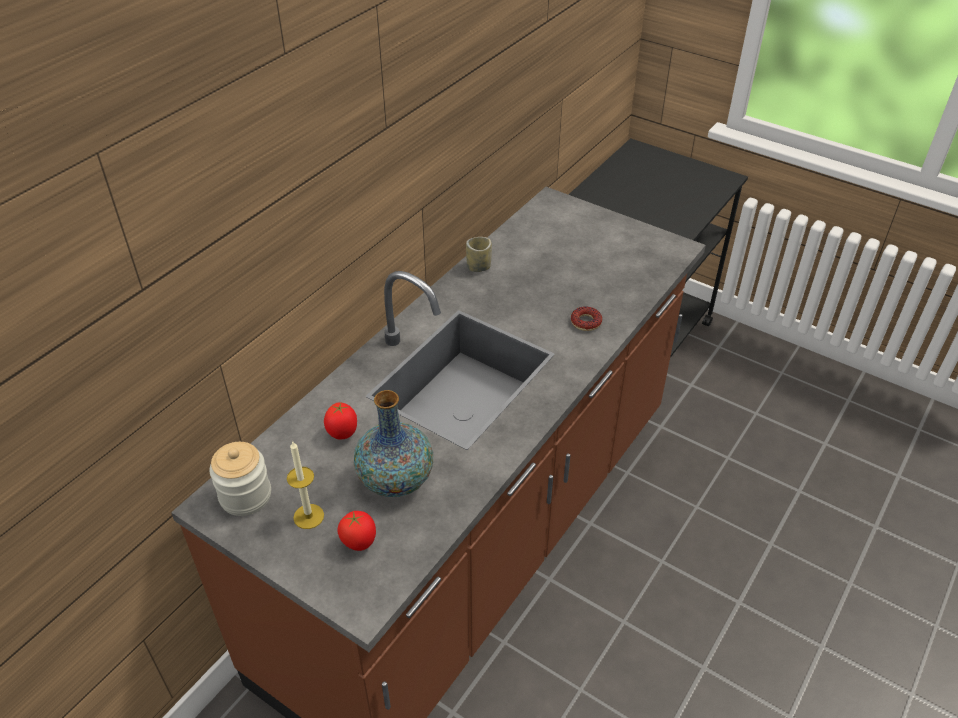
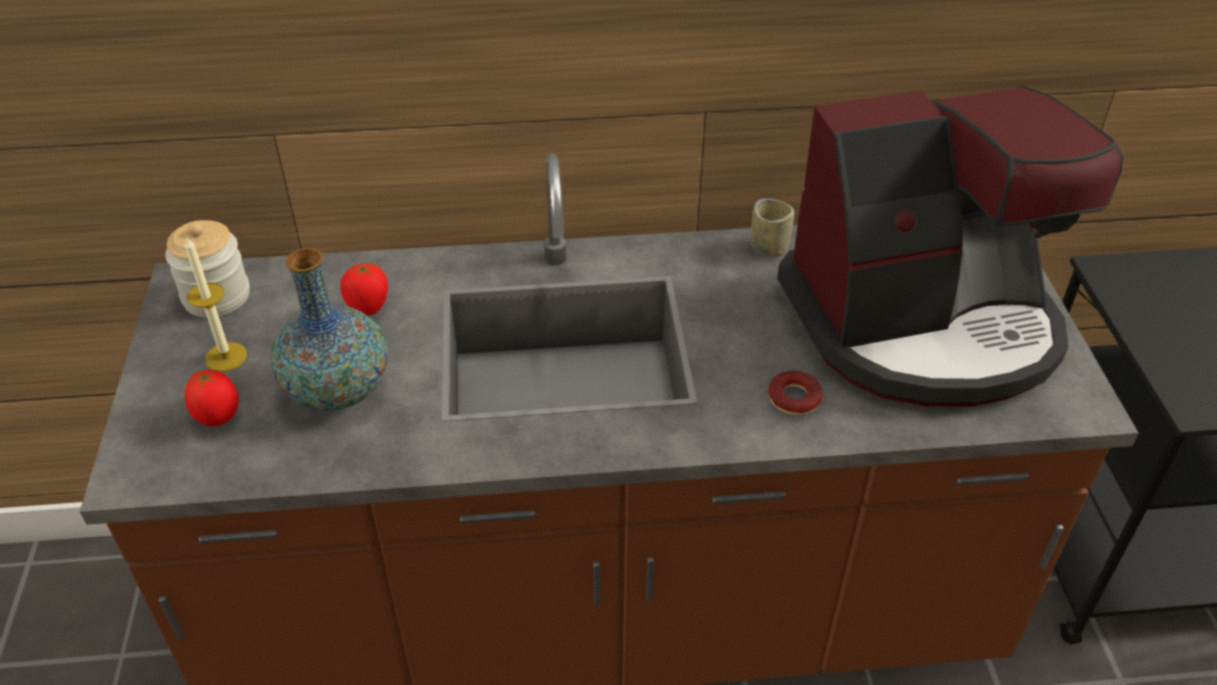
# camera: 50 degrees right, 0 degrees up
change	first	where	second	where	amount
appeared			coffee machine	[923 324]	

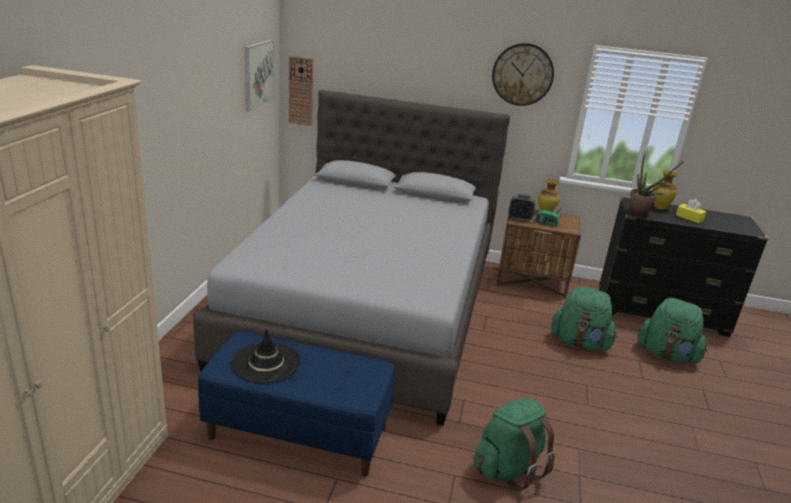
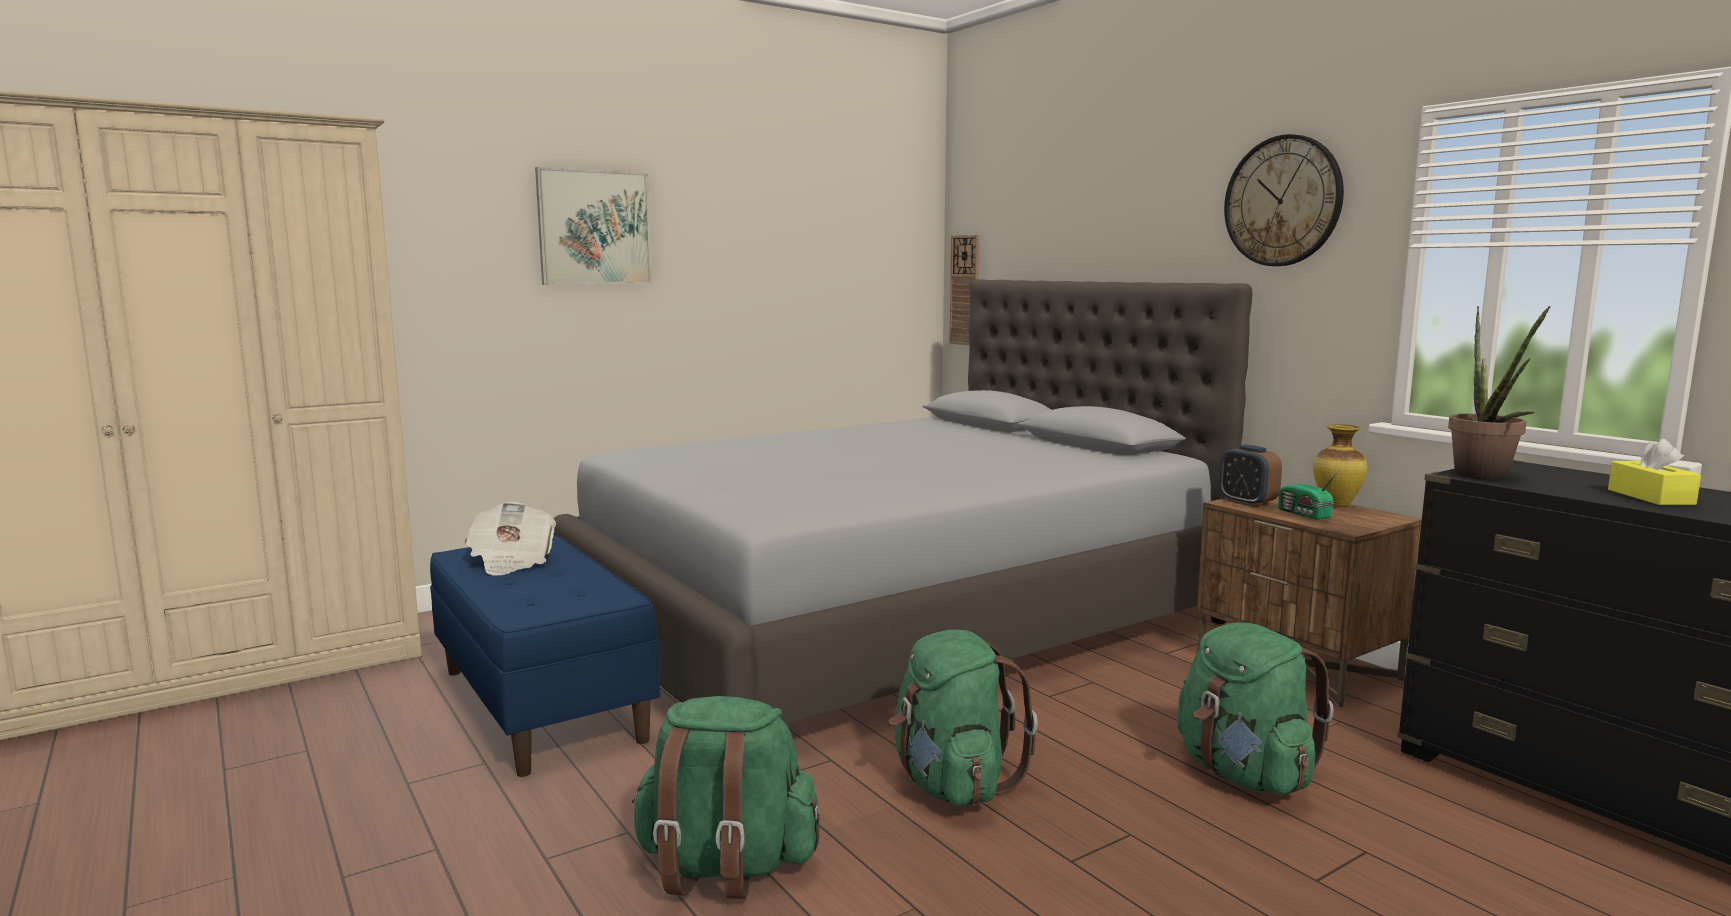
# camera: 45 degrees right, 15 degrees down
change	first	where	second	where	amount
relocated	picture	[258 74]		[594 228]	
missing	vase	[659 208]			
relocated	backpack (green)	[667 355]		[952 785]	
exchanged	hat (black)	[266 363]	newspaper	[511 562]	

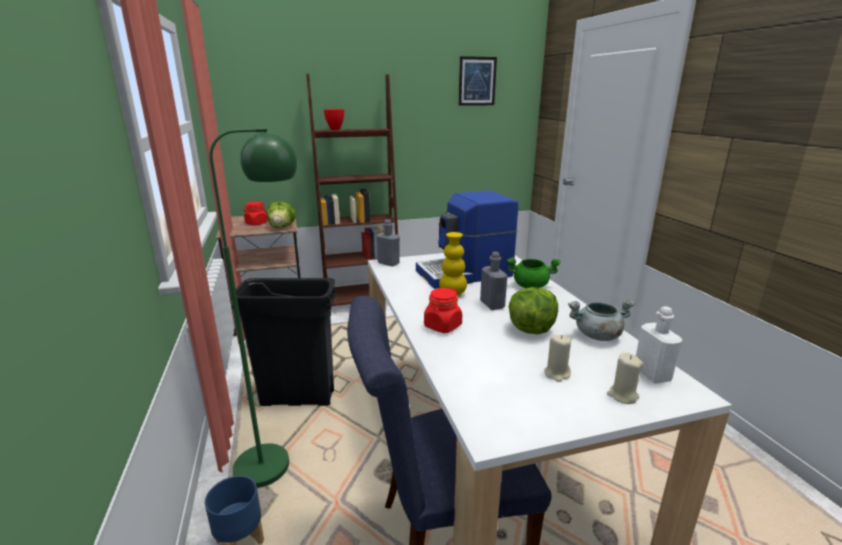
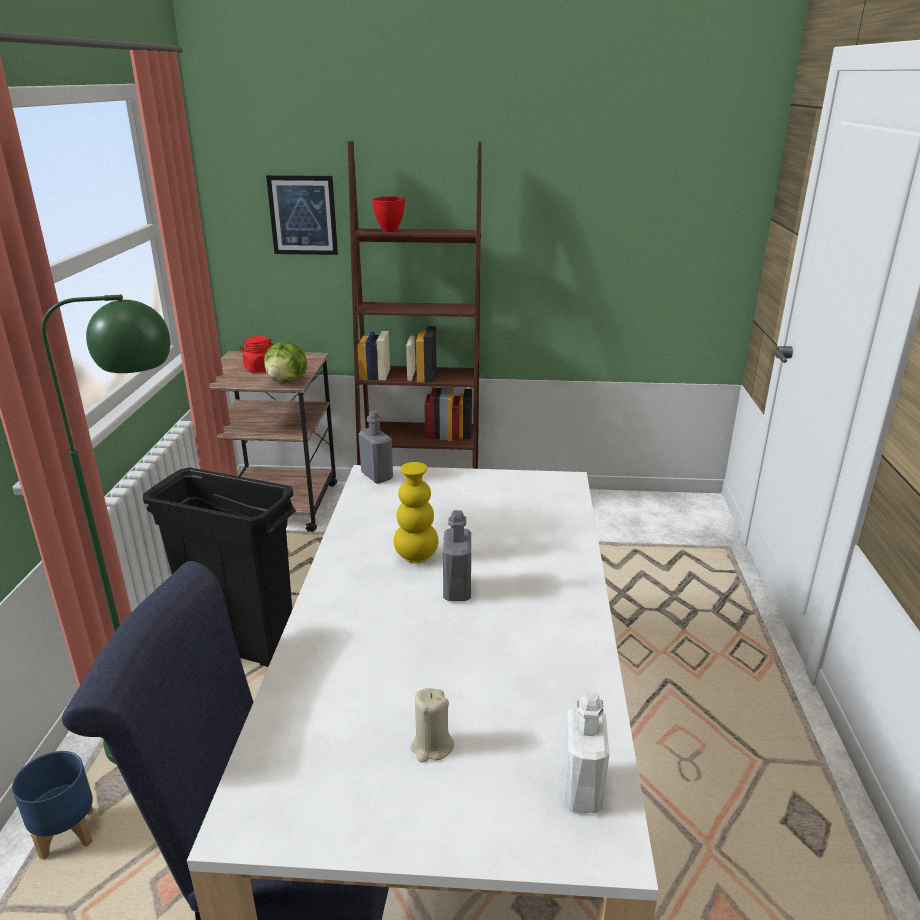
# camera: 20 degrees right, 5 degrees up
change	first	where	second	where	amount
relocated	picture	[477 81]		[303 215]	
missing	coffee machine	[465 274]			
missing	cooking pot (green)	[530 286]			
missing	lettuce	[531 329]			
missing	jar (red)	[442 326]			
missing	cooking pot (grey)	[597 336]			
missing	candle (beige)	[622 395]			

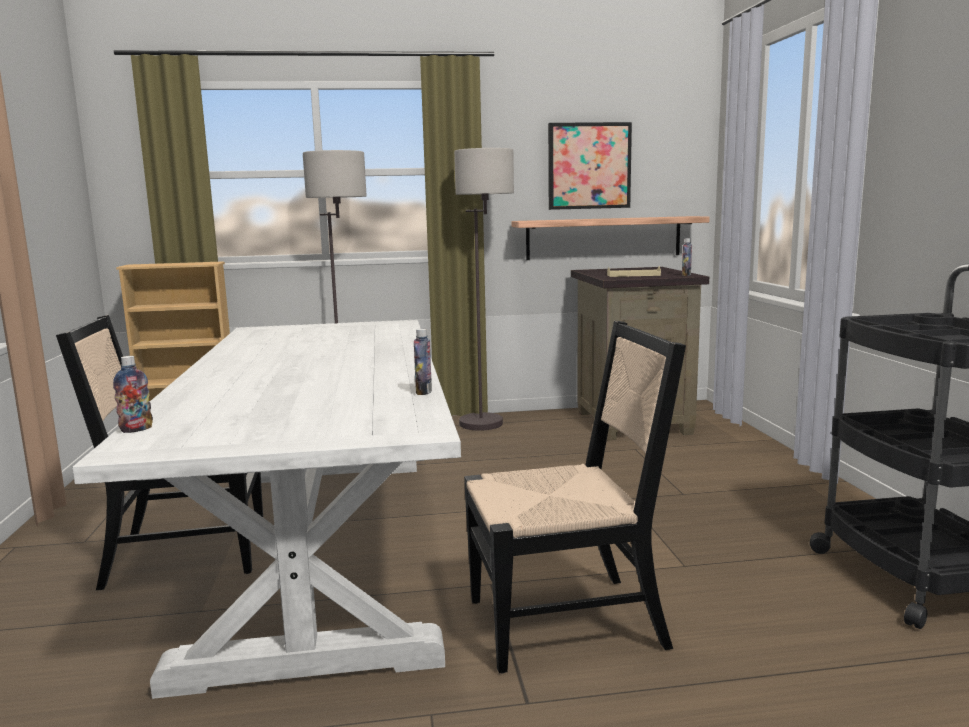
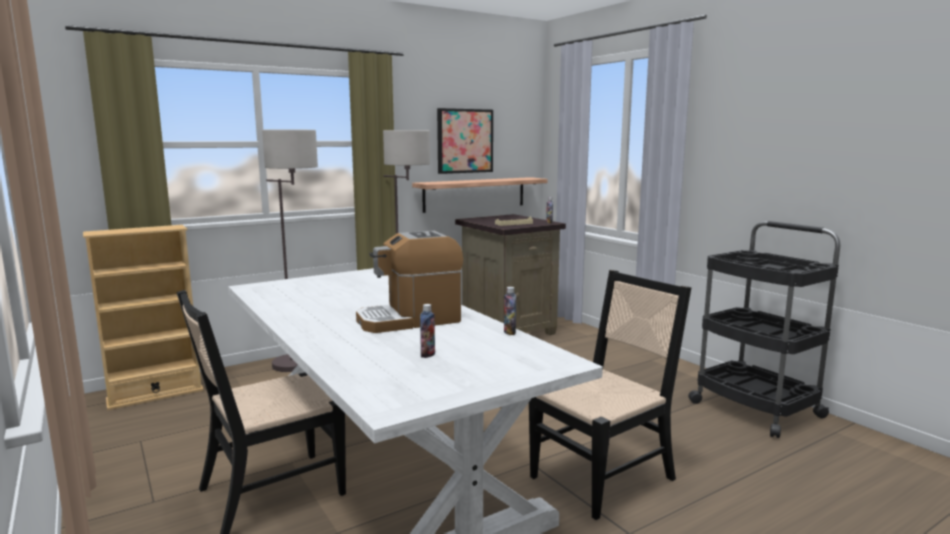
# camera: 25 degrees left, 0 degrees up
change	first	where	second	where	amount
relocated	bottle	[136 429]		[428 354]	
appeared			coffee machine	[410 320]	

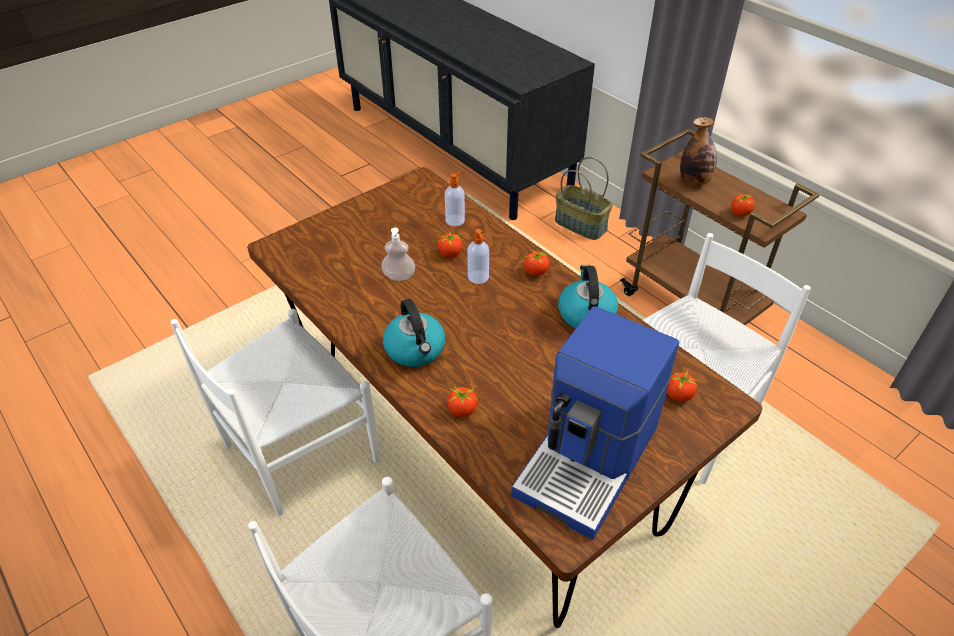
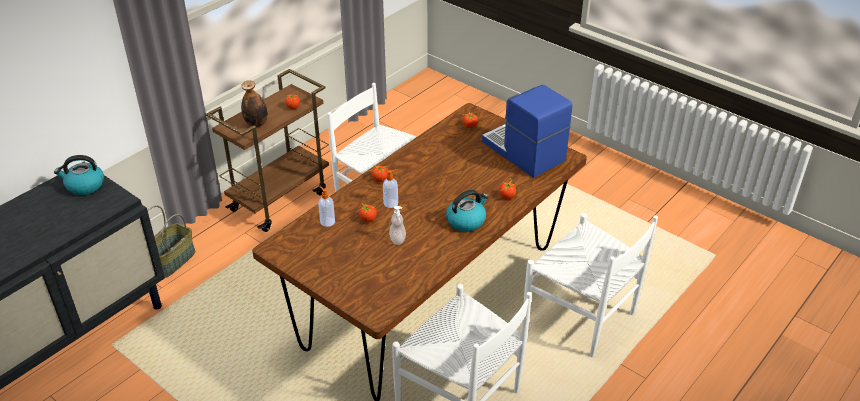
# camera: 100 degrees left, 5 degrees down
change	first	where	second	where	amount
relocated	kettle	[586 314]		[84 186]	
spun	coffee machine	[589 460]		[523 152]	150 degrees counterclockwise

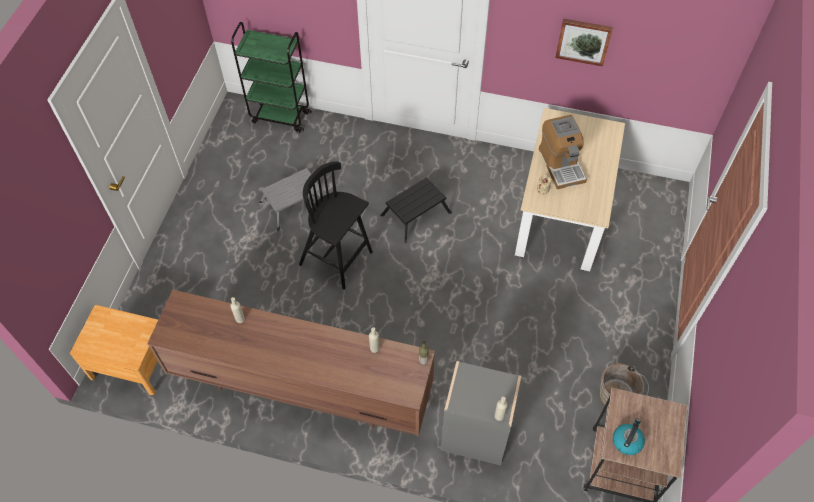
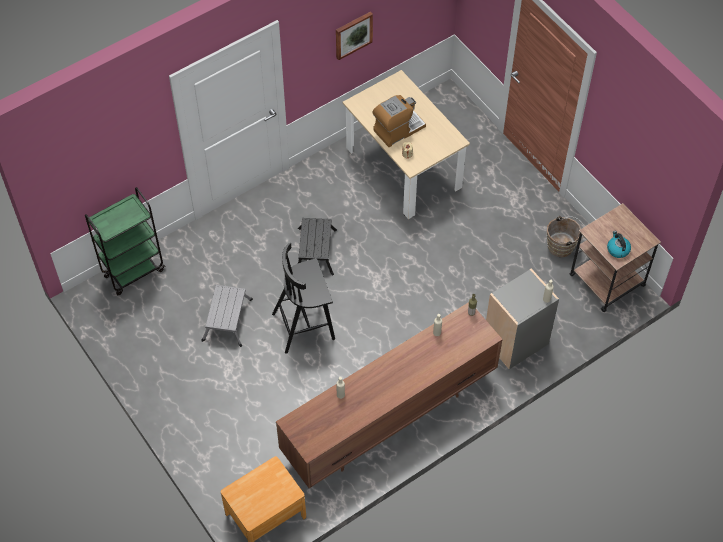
# camera: 50 degrees left, 0 degrees up
change	first	where	second	where	amount
spun	coffee machine	[561 164]		[398 129]	60 degrees counterclockwise

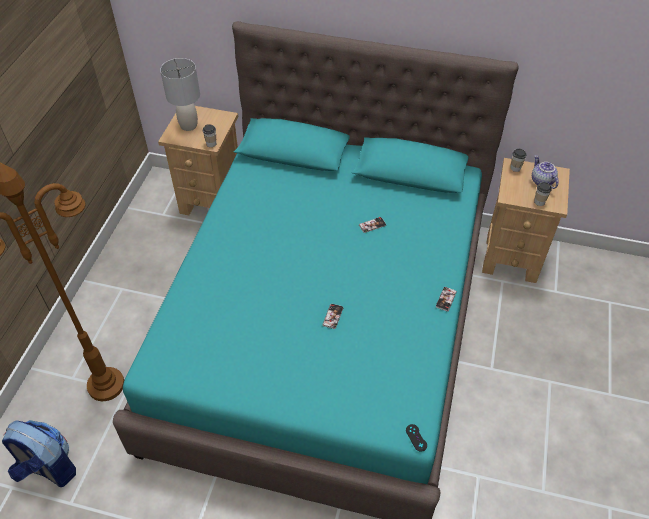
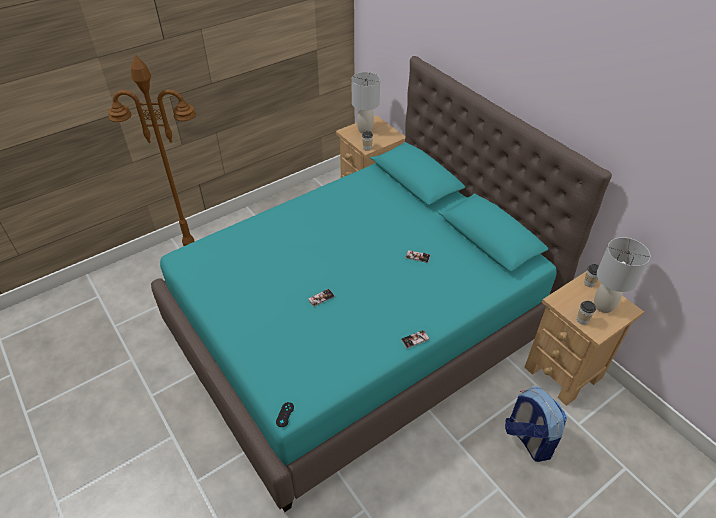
# camera: 40 degrees right, 5 degrees down
change	first	where	second	where	amount
exchanged	teapot	[541 181]	table lamp (grey)	[603 306]	
relocated	backpack	[48 469]		[528 439]	

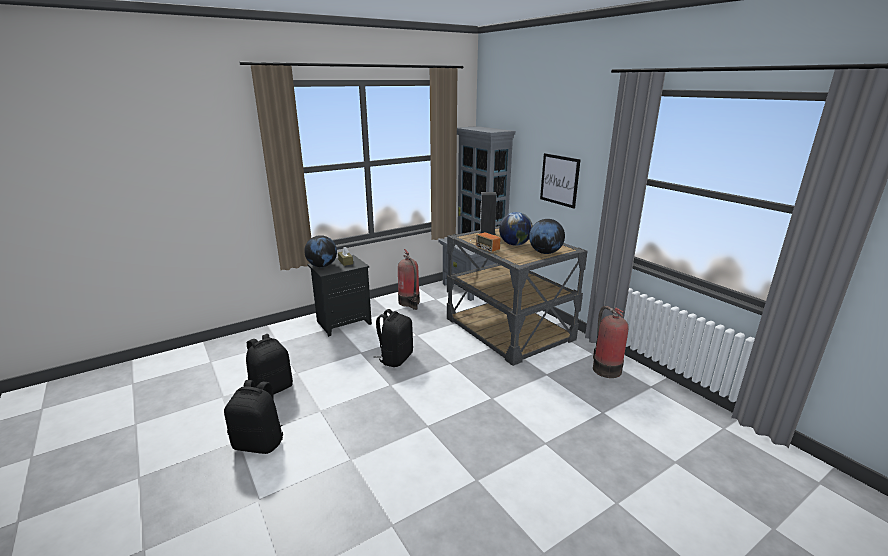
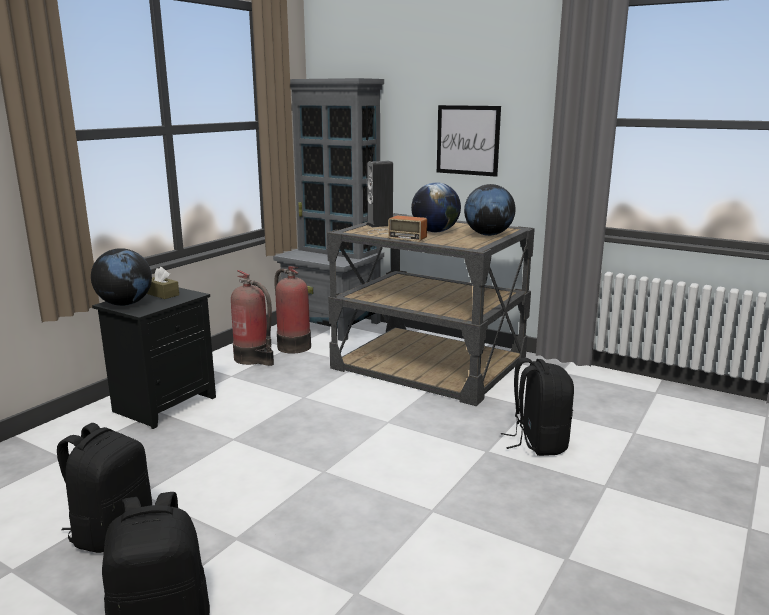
# camera: 25 degrees left, 5 degrees down
change	first	where	second	where	amount
relocated	fire extinguisher	[605 368]		[292 346]	
relocated	backpack (black)	[395 358]		[538 442]	

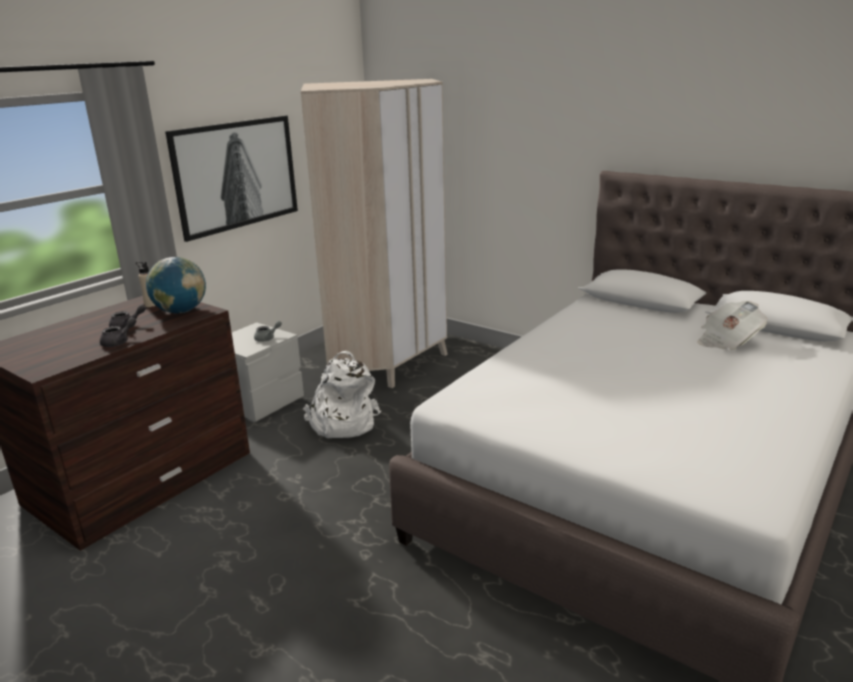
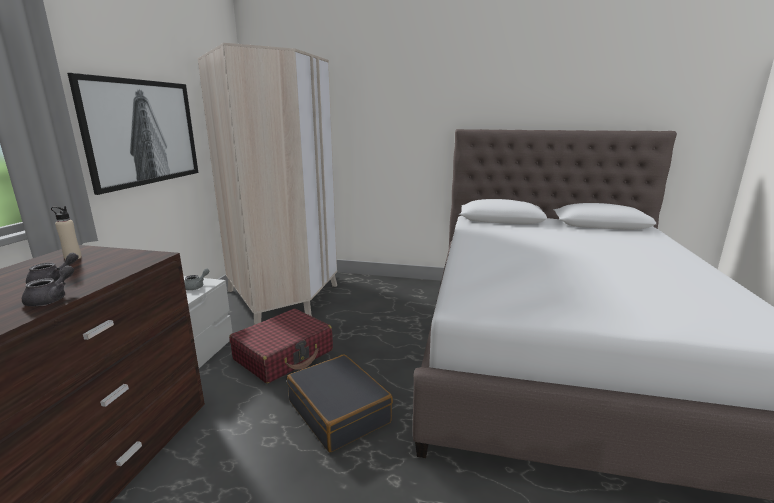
# camera: 25 degrees left, 5 degrees down
change	first	where	second	where	amount
missing	globe	[181 311]			
missing	newspaper	[727 341]			
exchanged	backpack (white)	[342 423]	suitcase (red)	[284 355]	
appeared			suitcase (black)	[339 411]	

